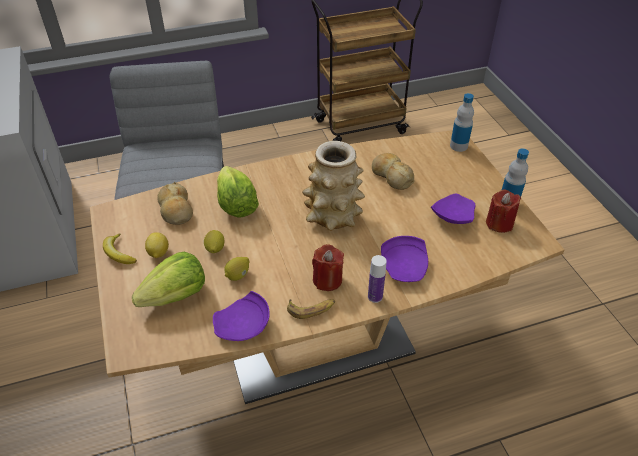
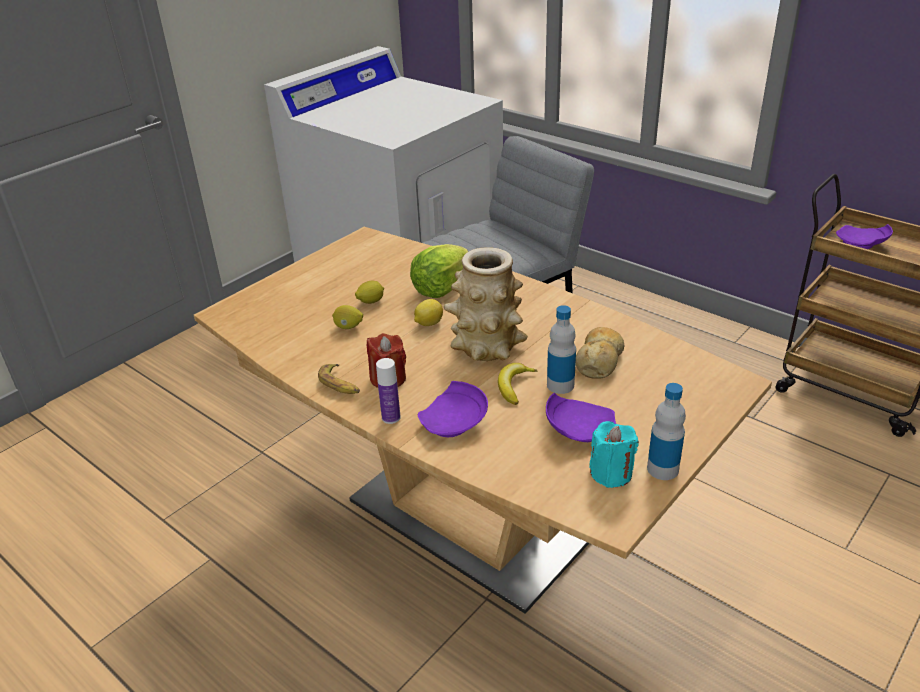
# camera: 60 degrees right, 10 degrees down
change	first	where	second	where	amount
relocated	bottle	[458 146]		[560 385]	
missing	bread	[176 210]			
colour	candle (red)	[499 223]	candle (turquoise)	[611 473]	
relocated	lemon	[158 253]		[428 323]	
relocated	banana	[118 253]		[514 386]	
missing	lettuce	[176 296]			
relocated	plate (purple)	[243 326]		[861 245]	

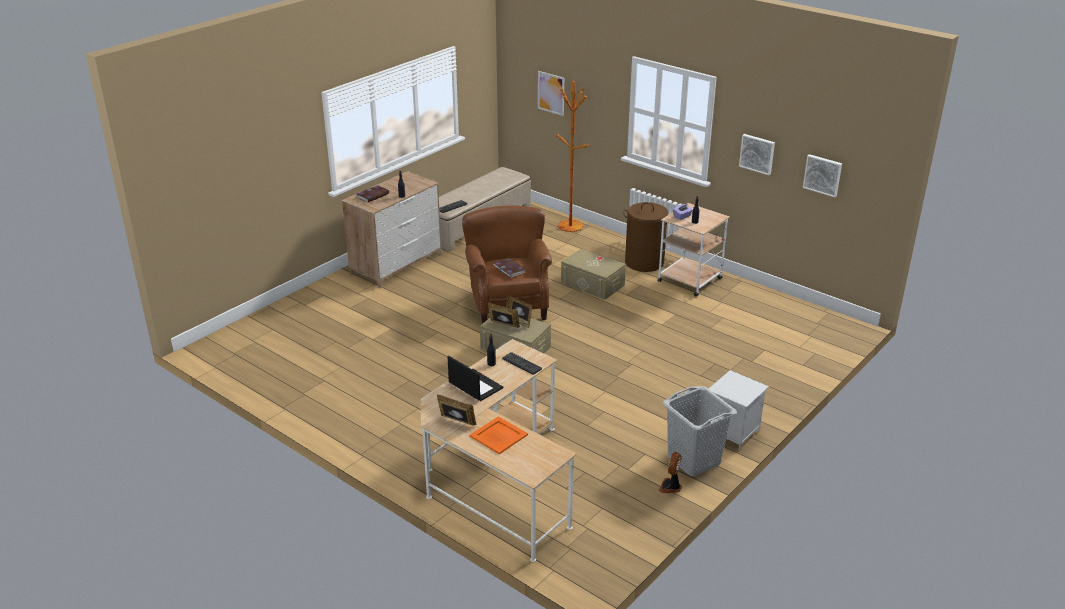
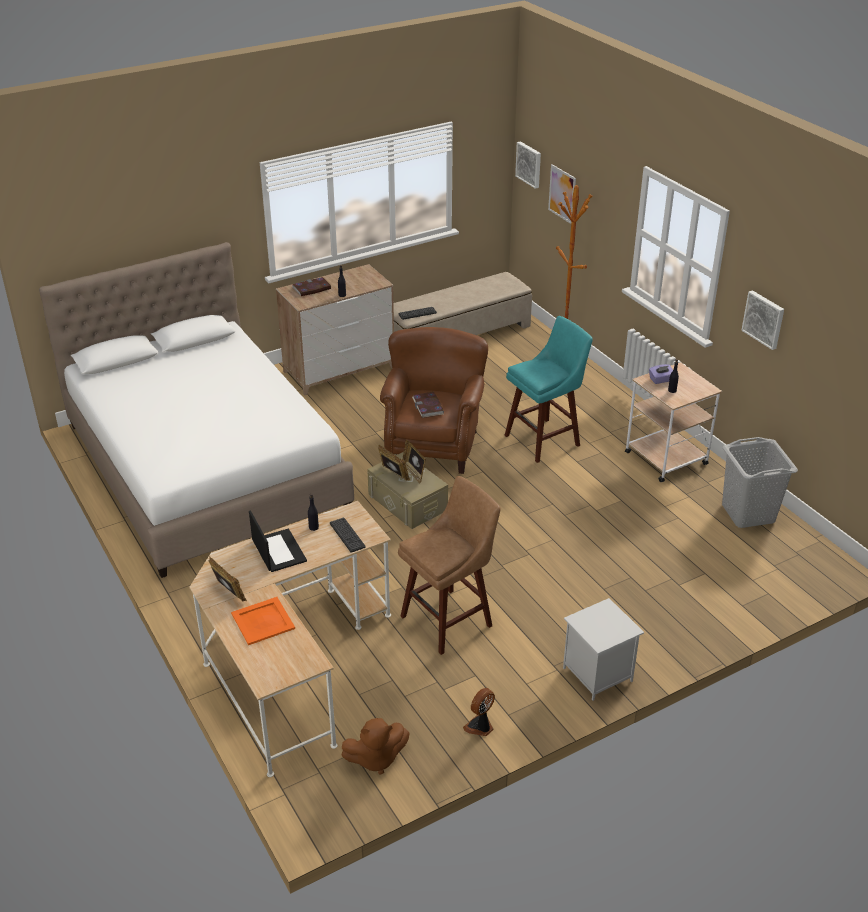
# camera: 20 degrees right, 5 degrees up
change	first	where	second	where	amount
relocated	picture	[823 175]		[529 164]	
missing	laundry basket (brown)	[644 262]			
exchanged	storage box (beige)	[592 284]	stool (turquoise)	[544 439]	
relocated	laundry basket (grey)	[694 459]		[748 513]	
appeared			bed (white)	[205 466]	
appeared			stool (brown)	[449 619]	
appeared			plush toy (brown)	[376 759]	

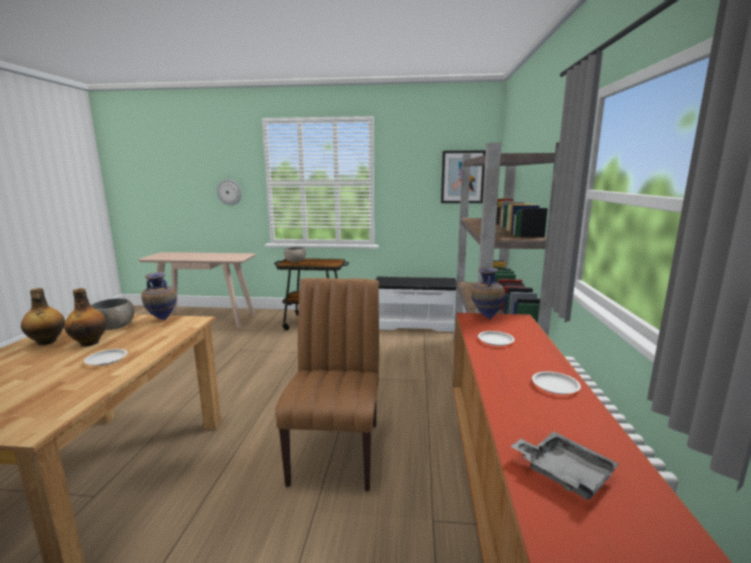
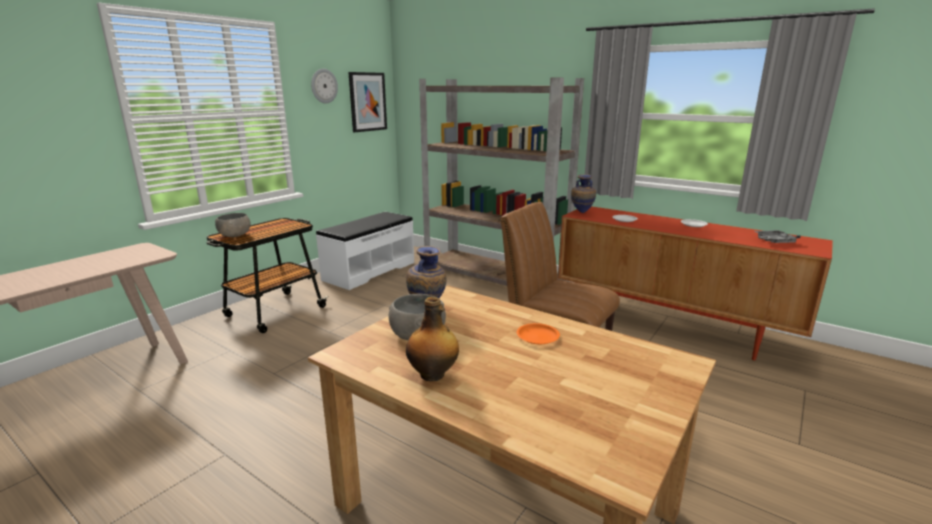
# camera: 60 degrees left, 5 degrees up
change	first	where	second	where	amount
relocated	wall clock	[229 192]		[324 86]	
missing	bottle	[90 343]			
colour	plate (white)	[107 359]	plate (orange)	[537 336]	

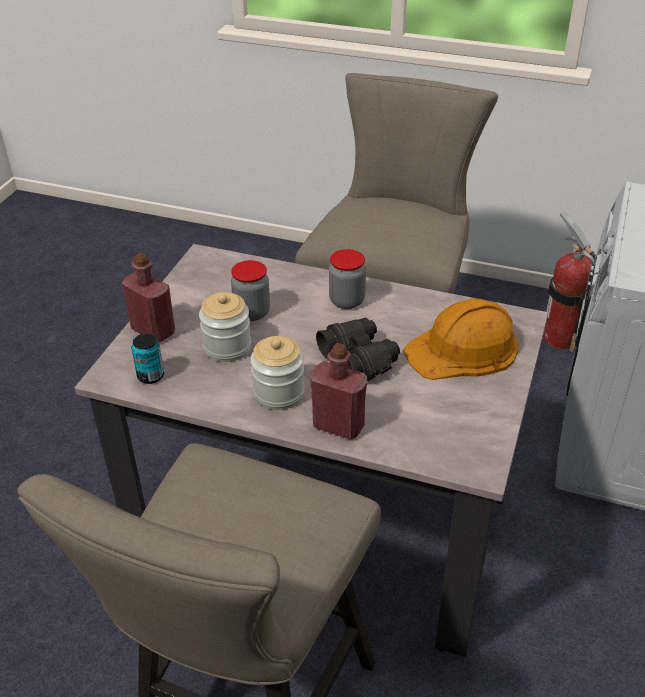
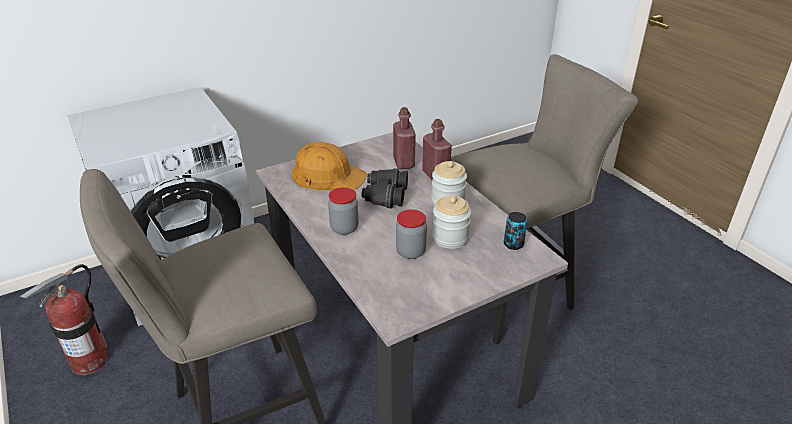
# camera: 140 degrees left, 5 degrees down
change	first	where	second	where	amount
relocated	bottle (red)	[153 331]		[403 162]	

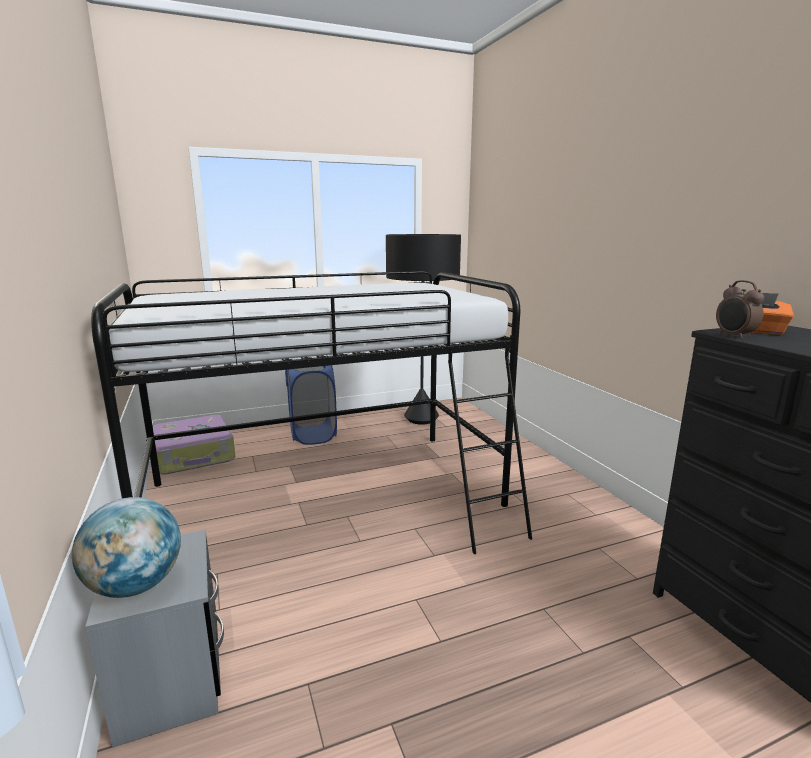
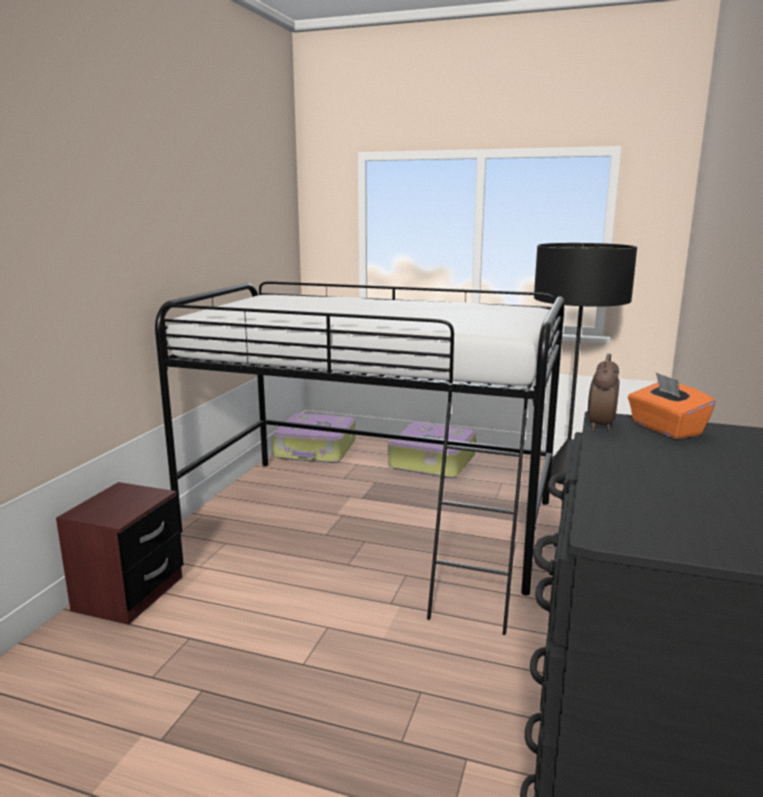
# camera: 40 degrees right, 0 degrees up
change	first	where	second	where	amount
exchanged	laundry basket (blue)	[313 435]	suitcase	[431 461]	
missing	globe	[135 586]			
colour	nightstand (grey)	[171 681]	nightstand (brown)	[129 594]	

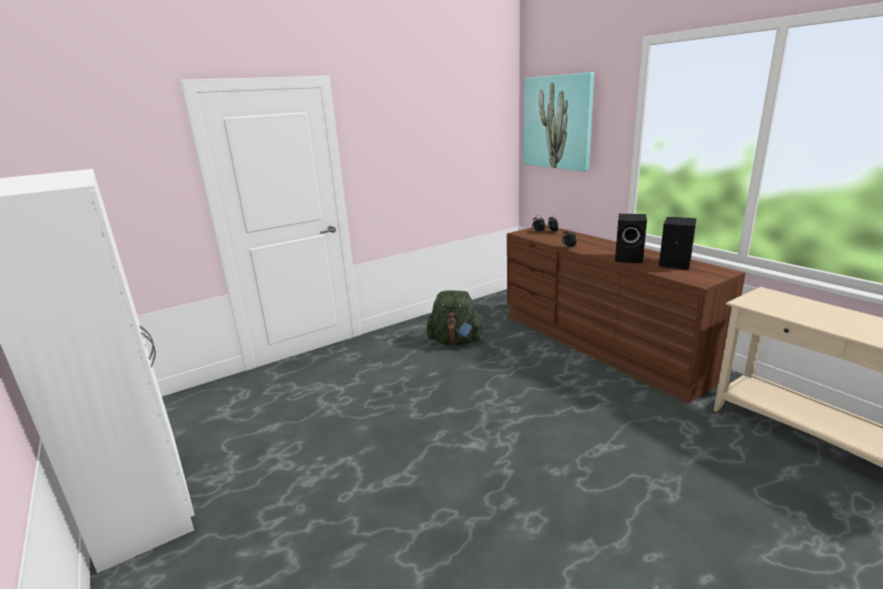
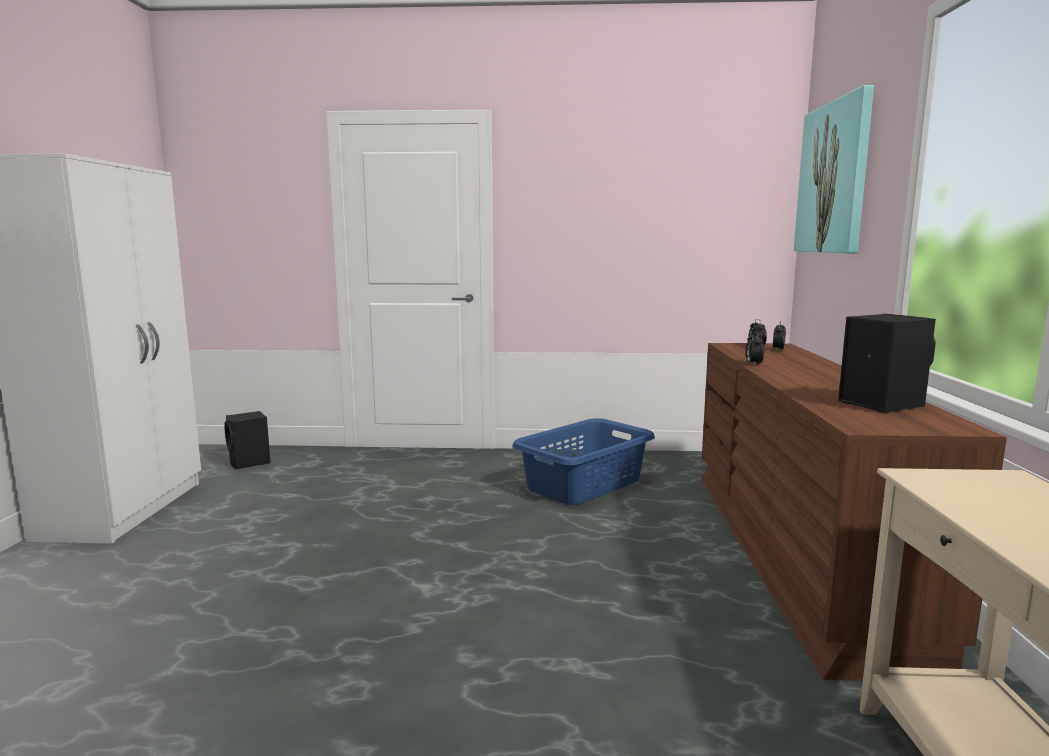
# camera: 35 degrees right, 10 degrees down
change	first	where	second	where	amount
relocated	speaker (black)	[630 258]		[249 463]	
exchanged	backpack (green)	[455 341]	laundry basket (blue)	[585 484]	

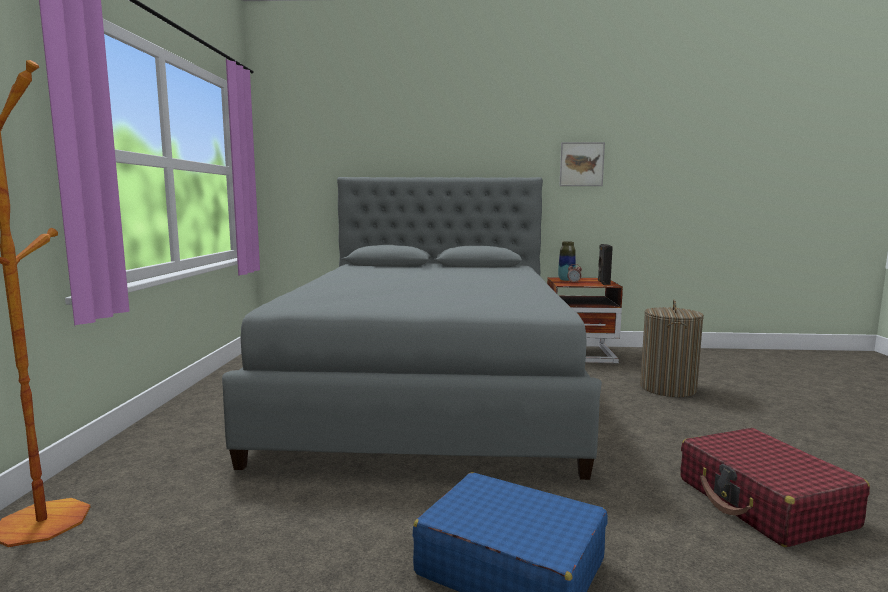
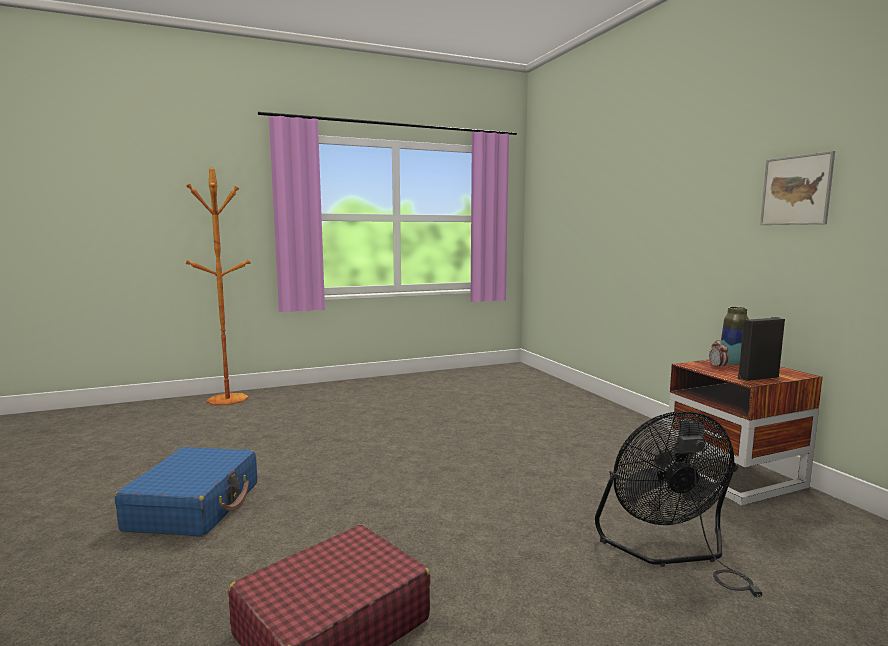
# camera: 65 degrees right, 0 degrees up
change	first	where	second	where	amount
missing	bed (grey)	[429 389]			
exchanged	laundry basket	[668 388]	fan (black)	[680 551]	

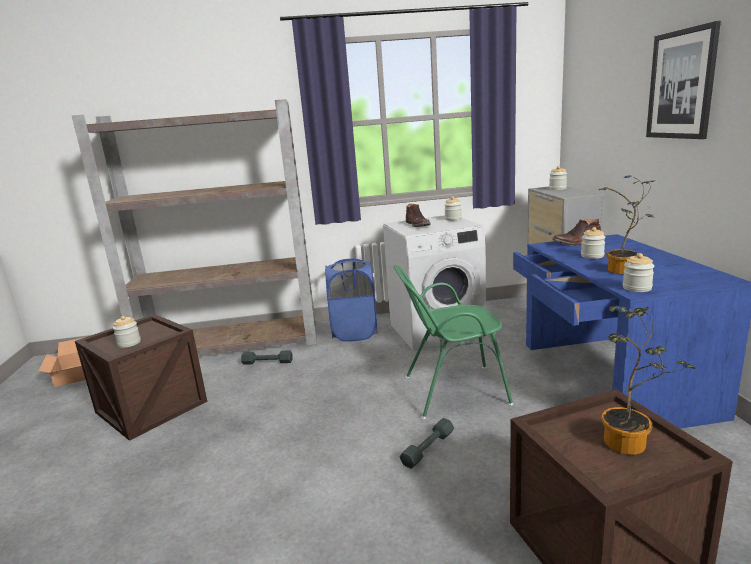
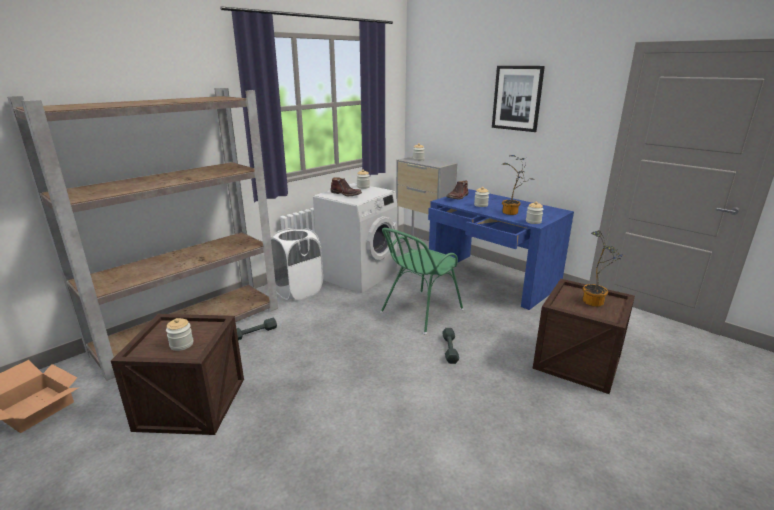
# camera: 40 degrees left, 5 degrees up
change	first	where	second	where	amount
colour	laundry basket (blue)	[355 332]	laundry basket (white)	[298 291]	

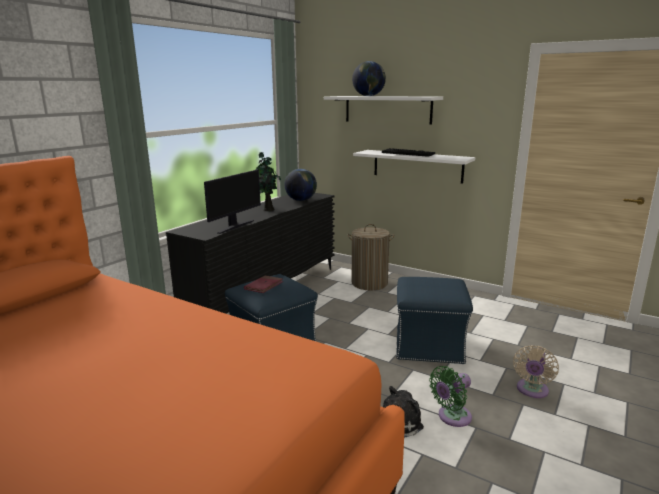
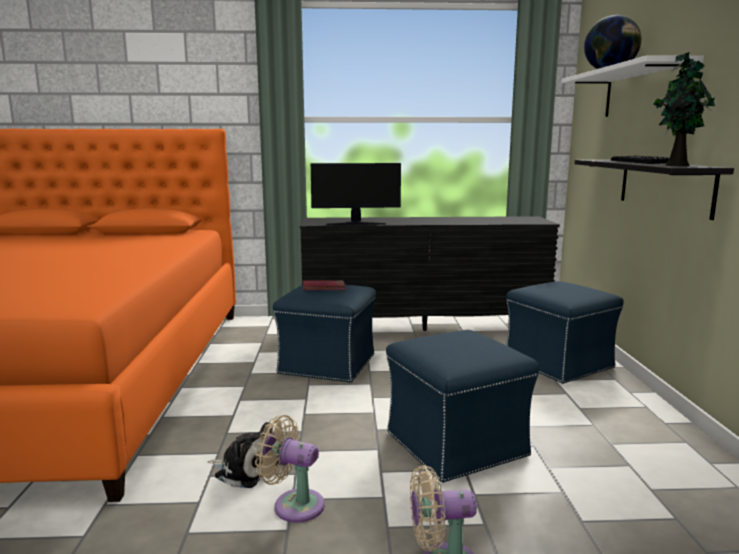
# camera: 55 degrees right, 5 degrees down
change	first	where	second	where	amount
colour	shelf (white)	[417 166]	shelf (black)	[664 186]	
relocated	potted plant	[267 209]		[675 165]	
missing	globe	[301 200]			
exchanged	laundry basket	[369 283]	ottoman (blue)	[559 364]	
colour	fan (green)	[452 417]	fan (beige)	[294 504]	

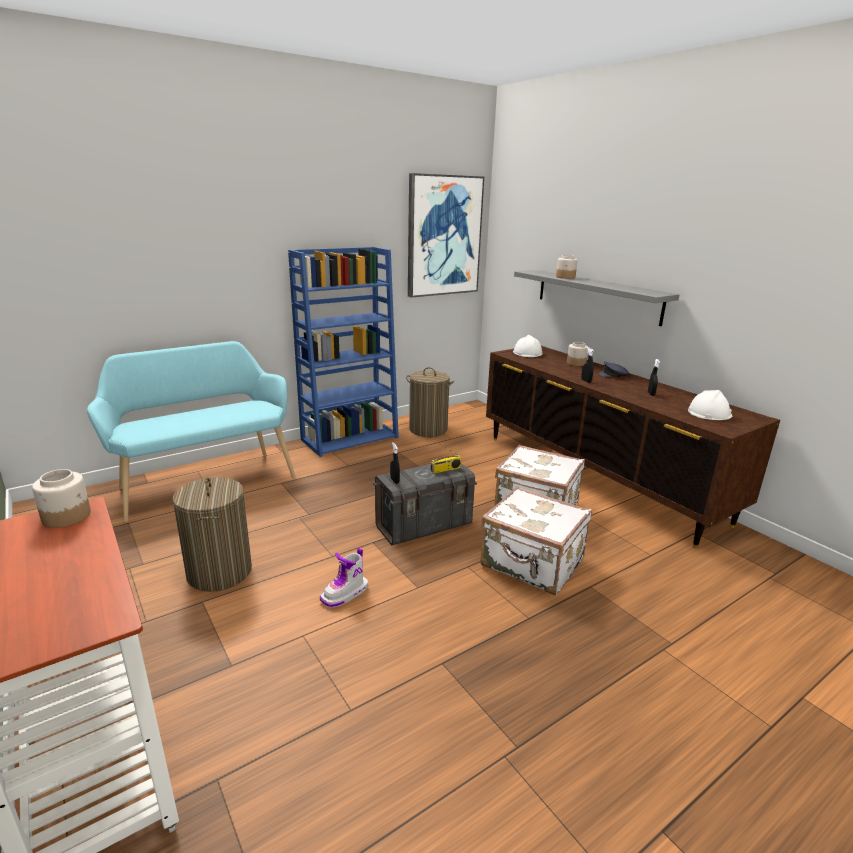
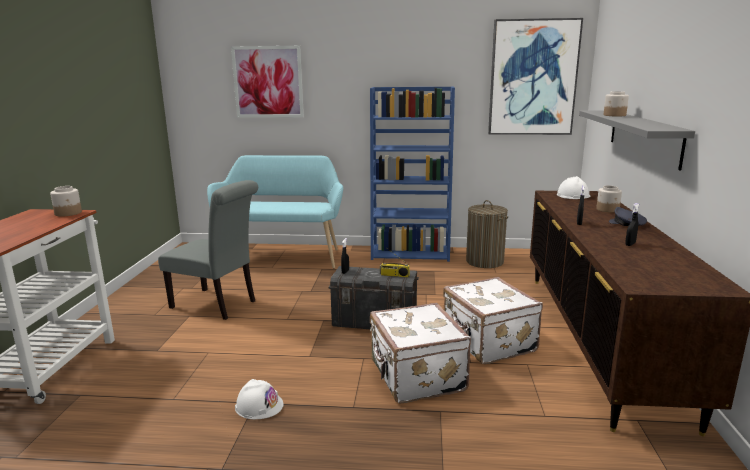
# camera: 40 degrees right, 5 degrees down
change	first	where	second	where	amount
relocated	hard hat (white)	[709 413]		[259 405]	
exchanged	laundry basket	[219 572]	chair (grey)	[218 305]	
missing	boot	[345 594]			
appeared			picture	[268 82]	

